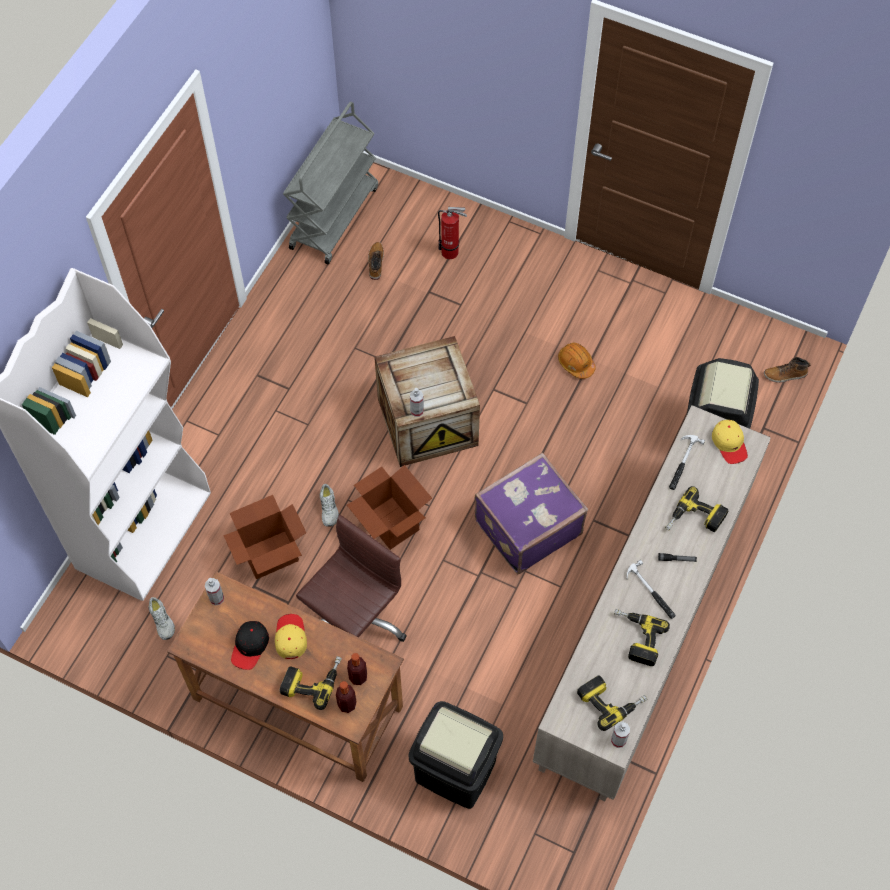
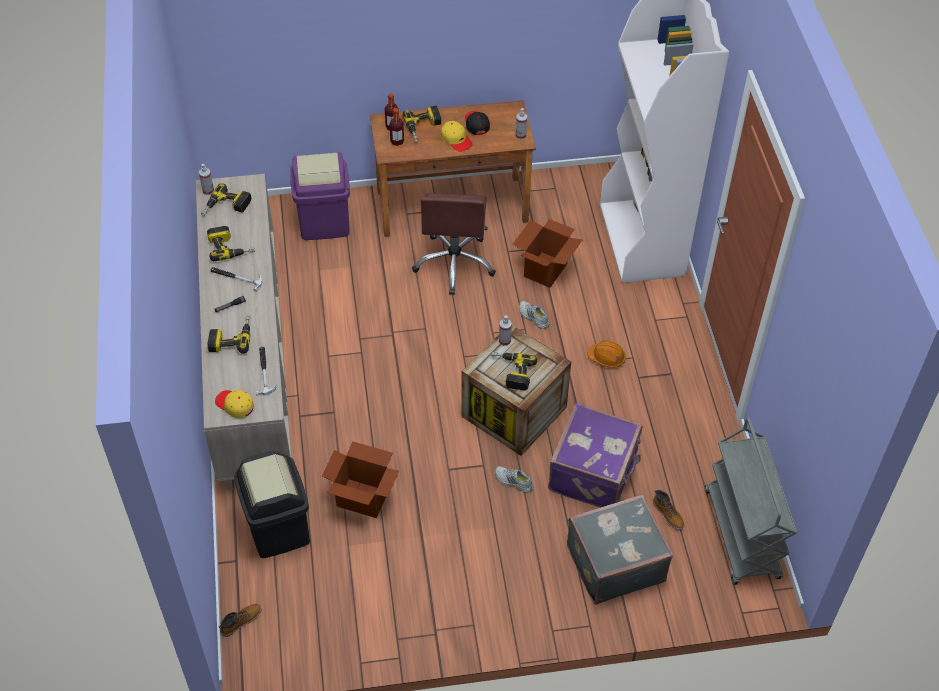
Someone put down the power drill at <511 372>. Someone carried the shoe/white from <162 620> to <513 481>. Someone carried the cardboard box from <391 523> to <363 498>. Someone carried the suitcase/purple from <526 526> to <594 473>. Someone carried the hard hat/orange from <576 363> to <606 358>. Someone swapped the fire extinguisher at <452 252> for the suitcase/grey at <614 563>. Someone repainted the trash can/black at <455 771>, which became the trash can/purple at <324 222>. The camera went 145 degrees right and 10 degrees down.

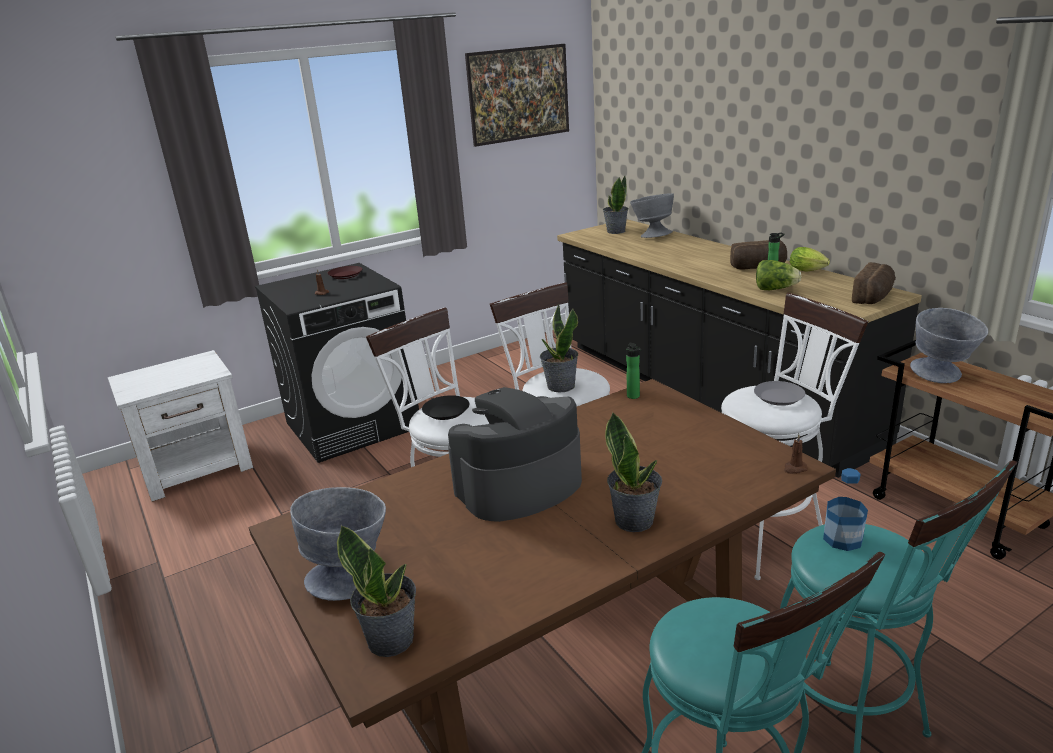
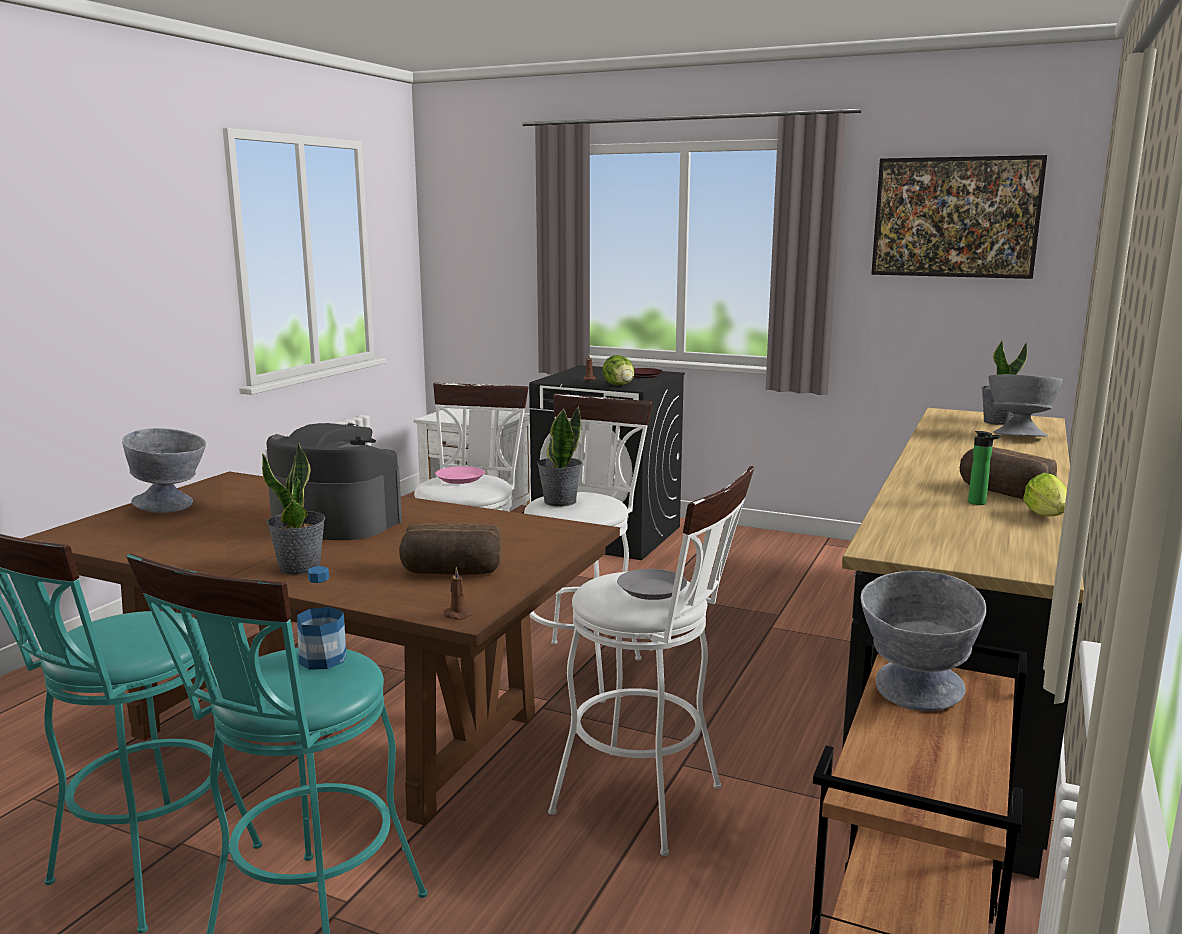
Someone took away the potted plant at <391 639>. Someone took away the bottle at <634 397>. Someone carried the lettuce from <775 289> to <620 386>. Someone carried the bread from <874 297> to <451 572>. Someone repainted the plate/black at <446 411>, which became the plate/pink at <461 479>. The camera went 55 degrees right and 10 degrees down.

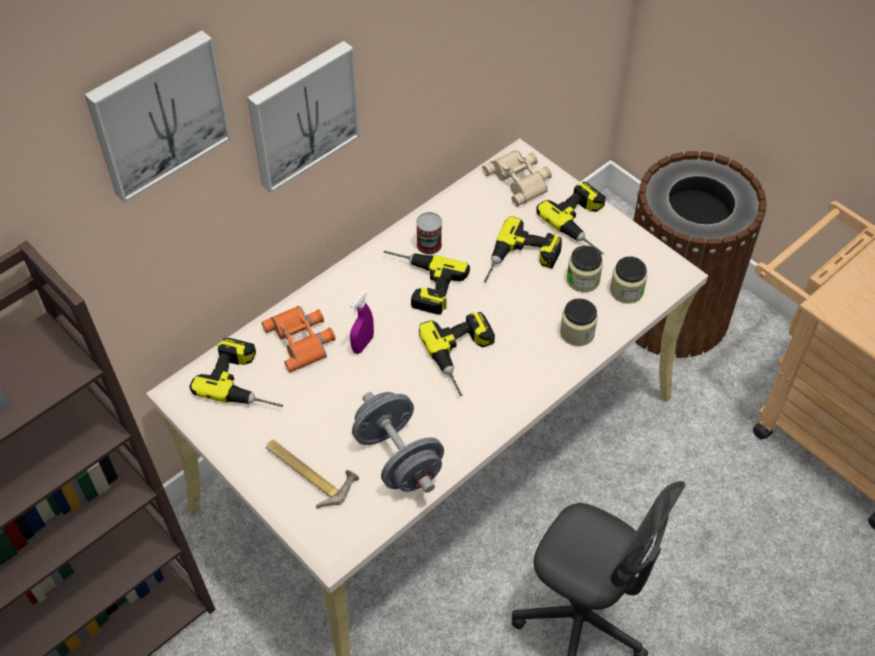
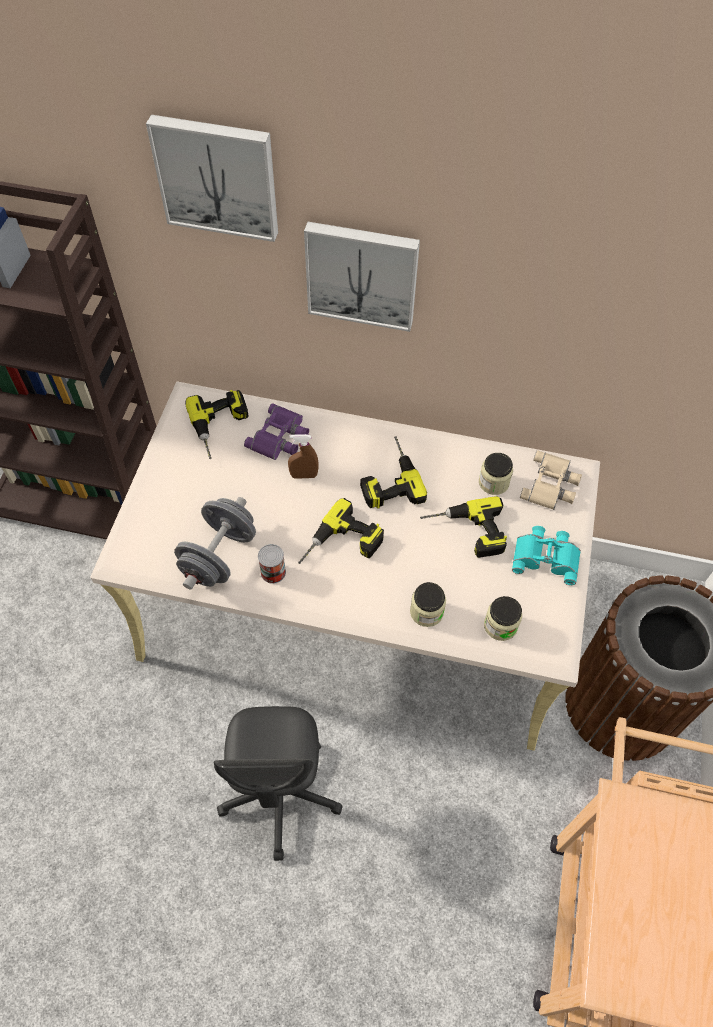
Someone took away the hammer at <309 472>. Someone carried the can from <429 245> to <273 572>. Someone carried the jar from <583 280> to <493 482>. Someone swapped the power drill at <585 224> for the binoculars/turquoise at <546 556>. Someone repainted the binoculars/orange at <302 340>, which became the binoculars/purple at <280 437>. Someone repainted the spray bottle/purple at <363 344>, which became the spray bottle/brown at <304 475>. The camera went 55 degrees right and 5 degrees up.

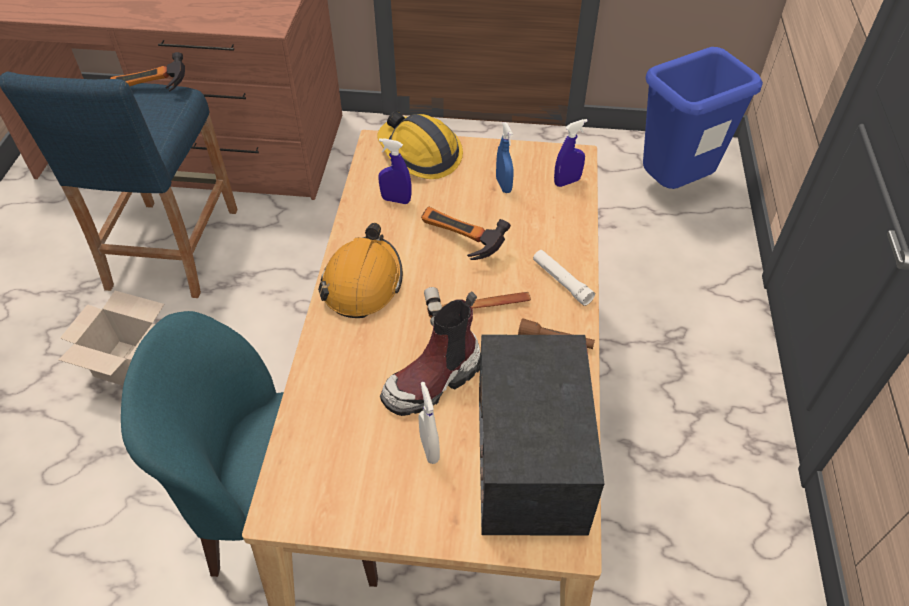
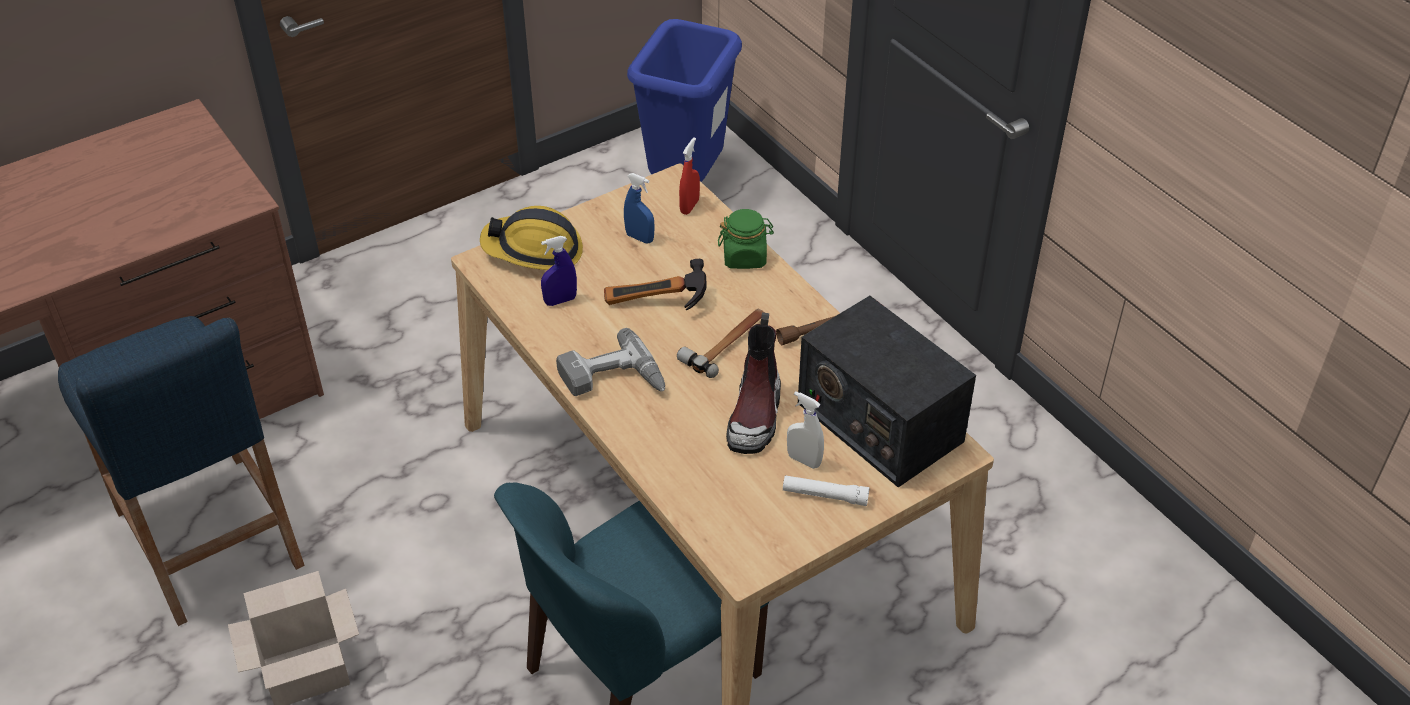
Someone took away the hammer at <150 90>. Someone put down the jar/green at <745 257>. Someone carried the flashlight/white from <561 281> to <824 495>. Someone swapped the hard hat/orange at <362 282> for the power drill at <613 381>. Someone repainted the spray bottle/blue at <567 182>, which became the spray bottle/red at <689 206>. The camera went 40 degrees left and 5 degrees down.

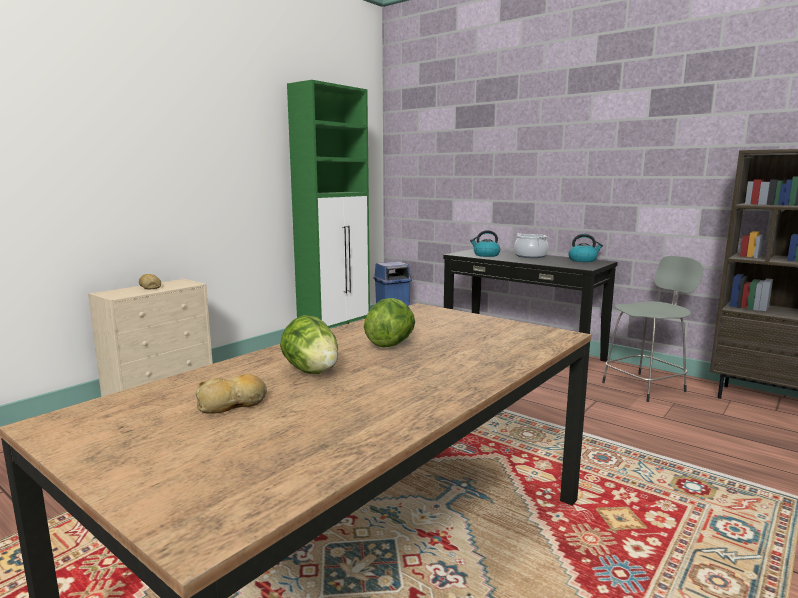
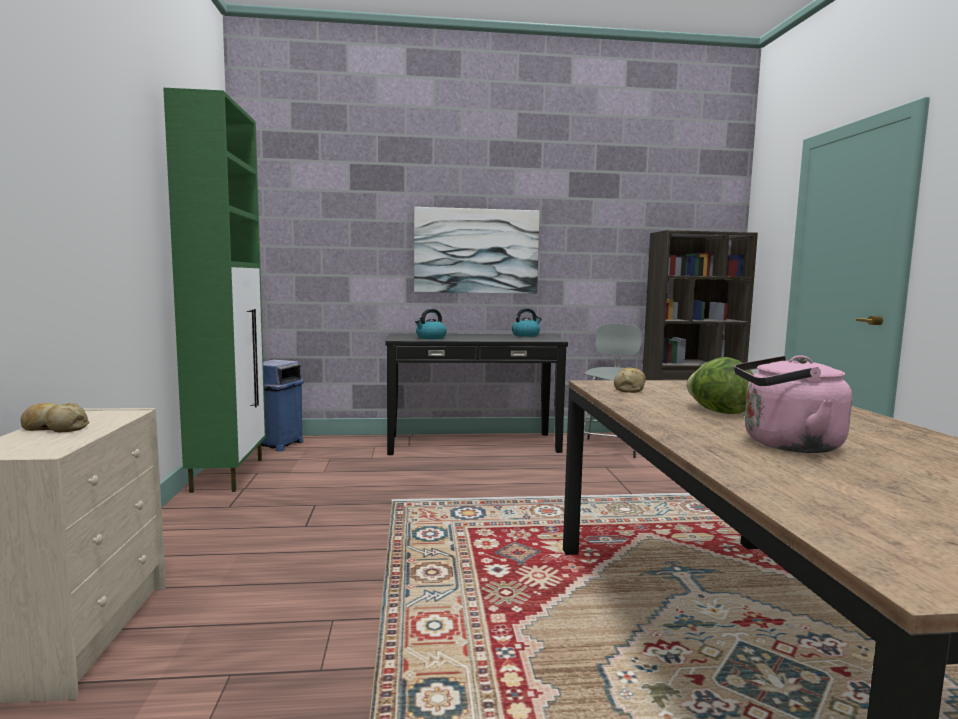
Someone took away the cooking pot at <530 256>. Someone put up the picture at <476 251>. Someone carried the bread from <233 404> to <629 388>. Someone swapped the lettuce at <312 371> for the kettle/pink at <785 445>. The camera went 45 degrees left and 5 degrees down.

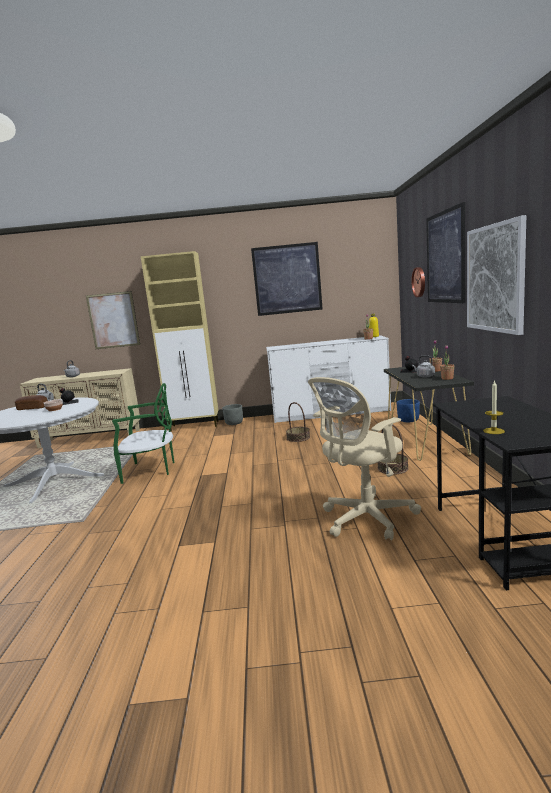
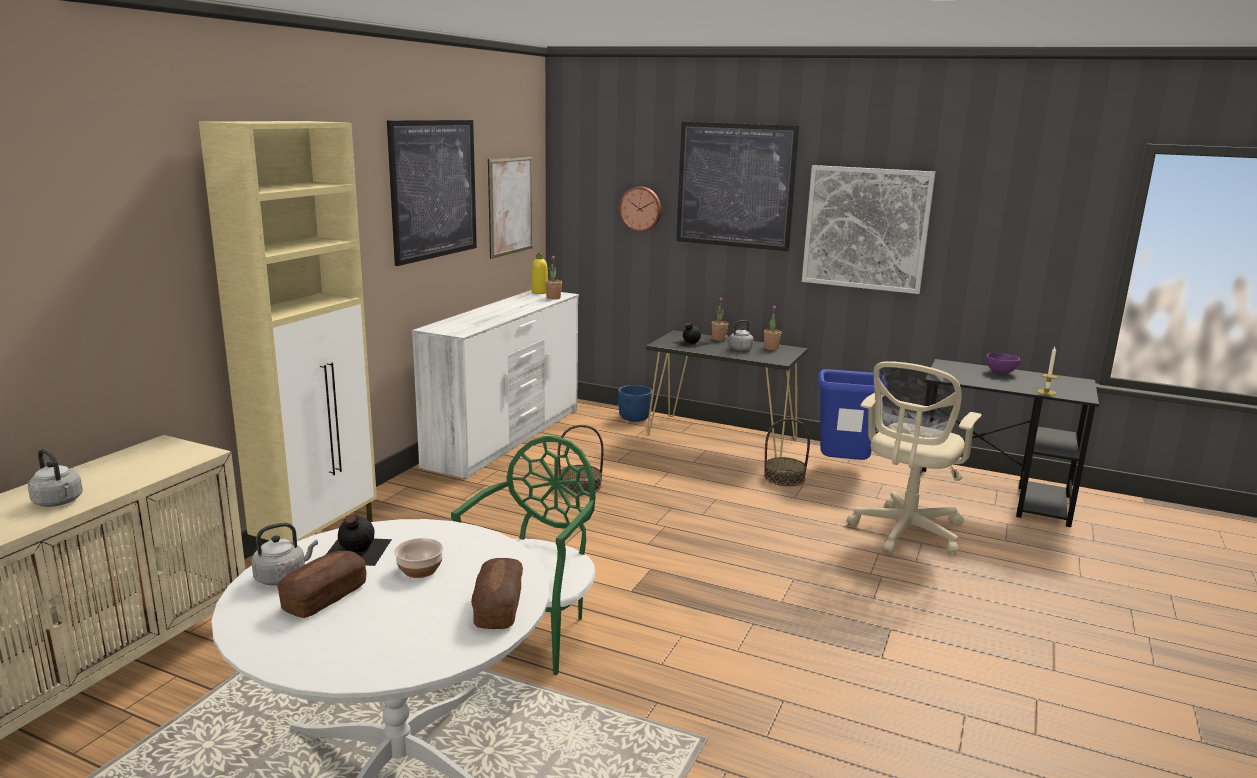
Someone took away the planter/grey at <234 423>. Someone put down the bread at <498 607>. Someone put down the trash can/blue at <843 468>. Someone put down the bowl/purple at <1001 372>. Someone carried the picture from <113 320> to <510 205>. Someone rotated the office chair/beige at <364 519> by 45 degrees clockwise. The camera went 65 degrees left and 5 degrees up.

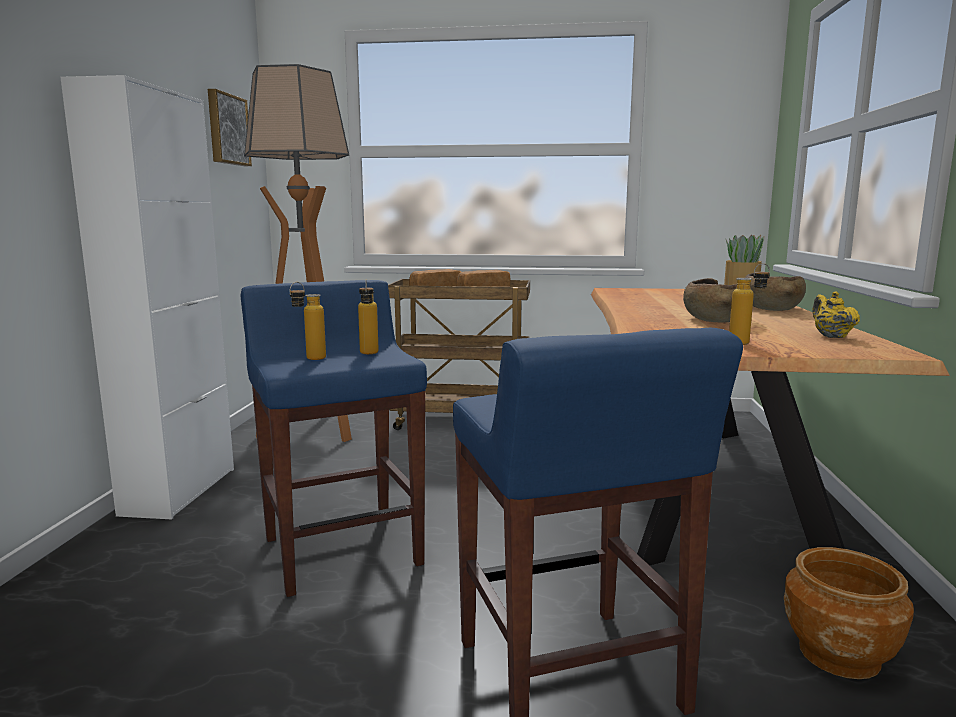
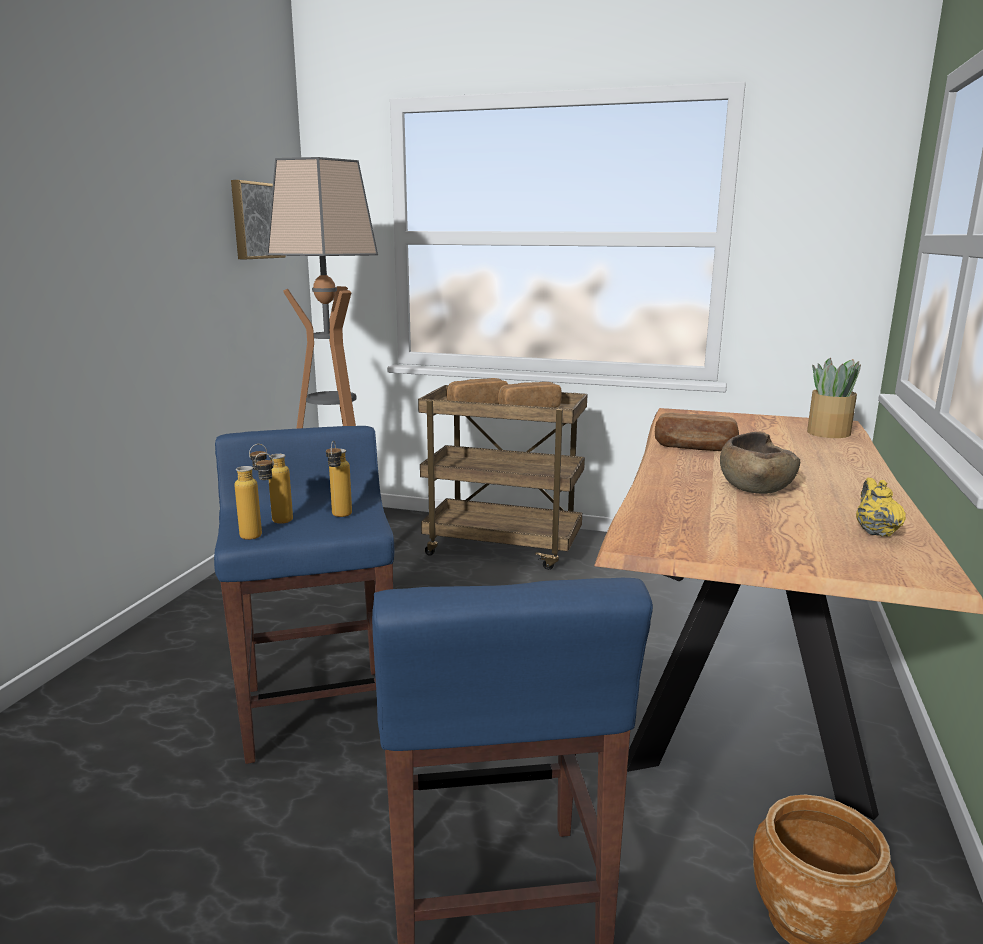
Someone took away the cabinet/white at <179 491>. Someone took away the bowl/brown at <770 308>. Someone put down the bread at <695 447>. Someone carried the bottle from <746 343> to <260 536>. The camera went 10 degrees right and 5 degrees up.

